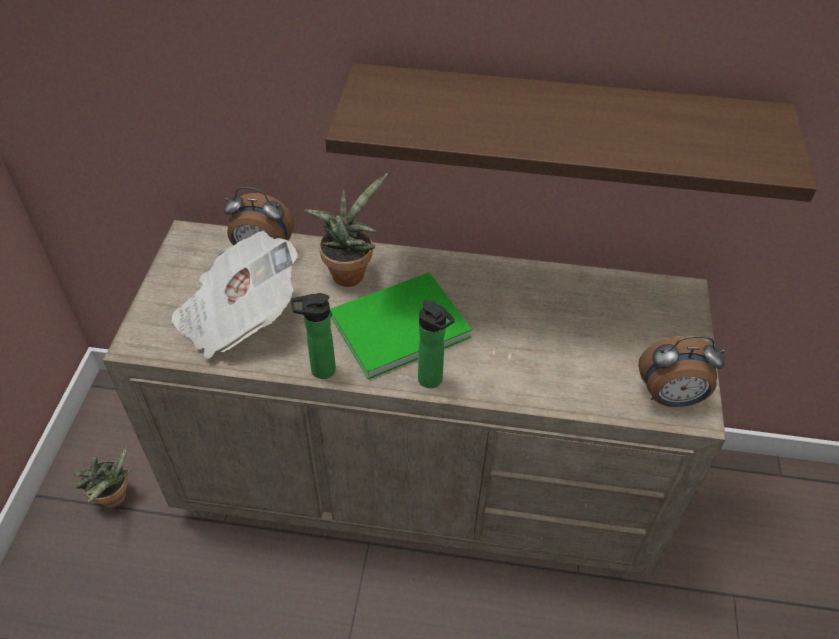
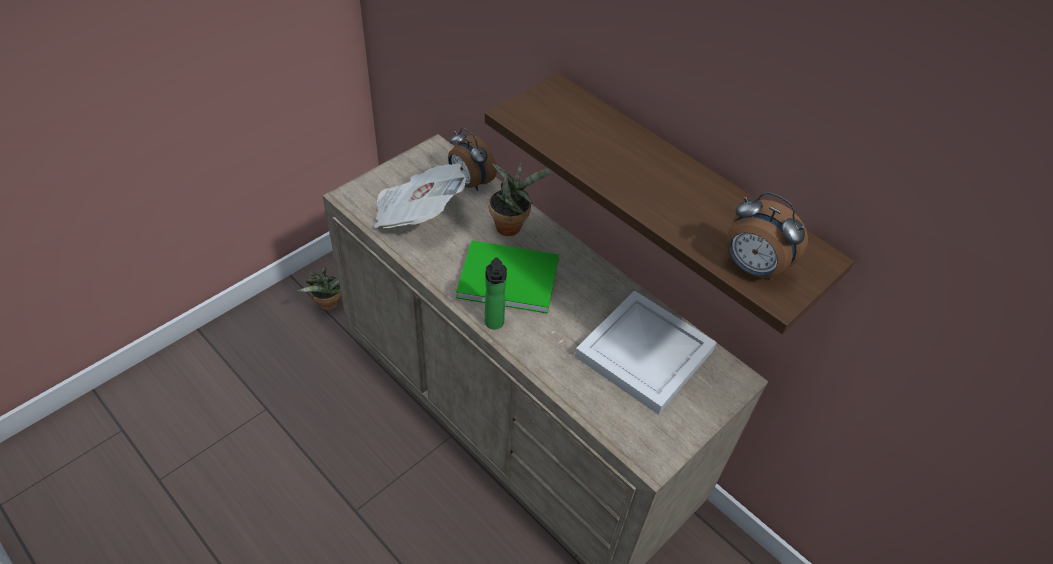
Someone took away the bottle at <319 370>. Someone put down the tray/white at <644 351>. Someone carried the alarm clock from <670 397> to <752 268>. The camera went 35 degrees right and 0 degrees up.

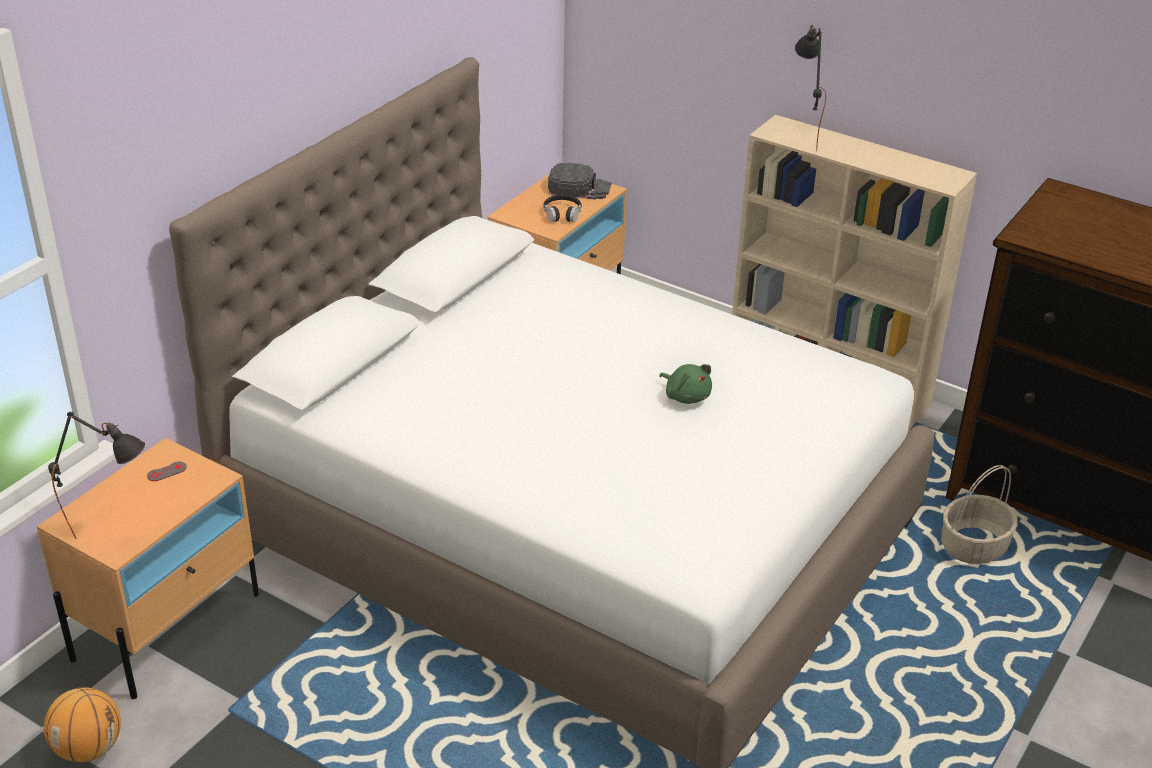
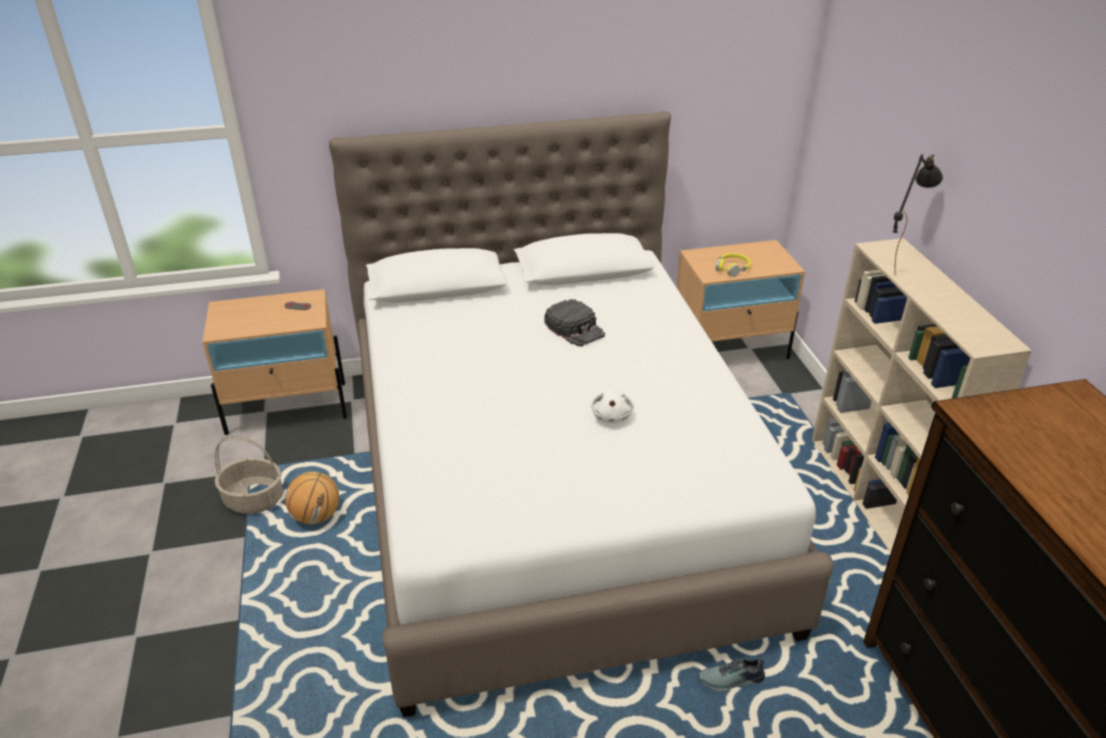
Someone took away the table lamp/black at <112 532>. Someone put down the shoe at <732 680>. Someone carried the basketball from <89 748> to <316 516>. Someone carried the cap/black from <579 188> to <575 328>. Someone carried the basket from <973 546> to <255 499>. Someone repainted the headphones/black at <562 214>, which became the headphones/yellow at <732 268>. Someone repainted the plush toy/green at <686 396>, which became the plush toy/white at <612 415>. The camera went 45 degrees right and 0 degrees up.

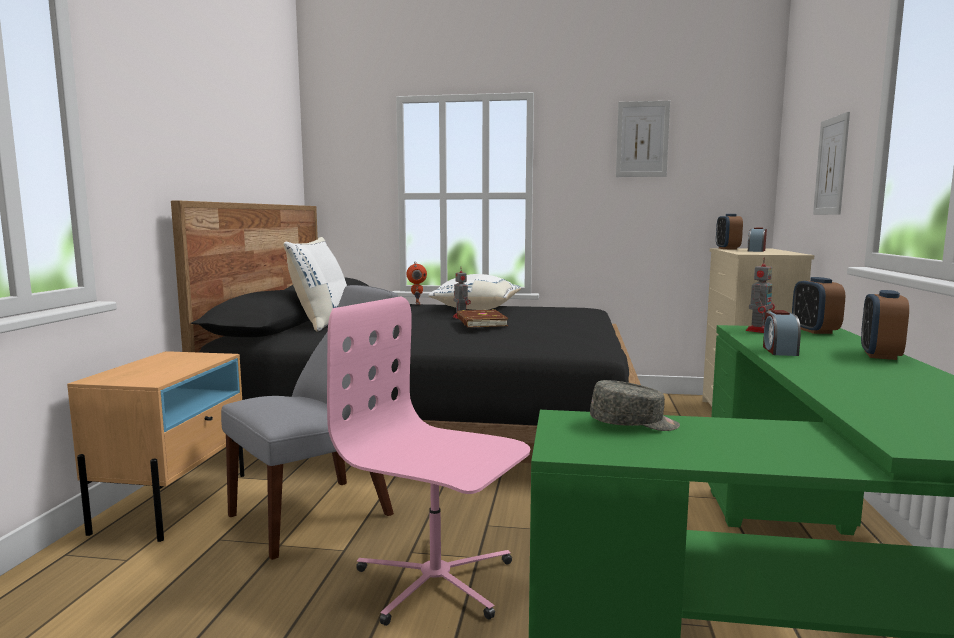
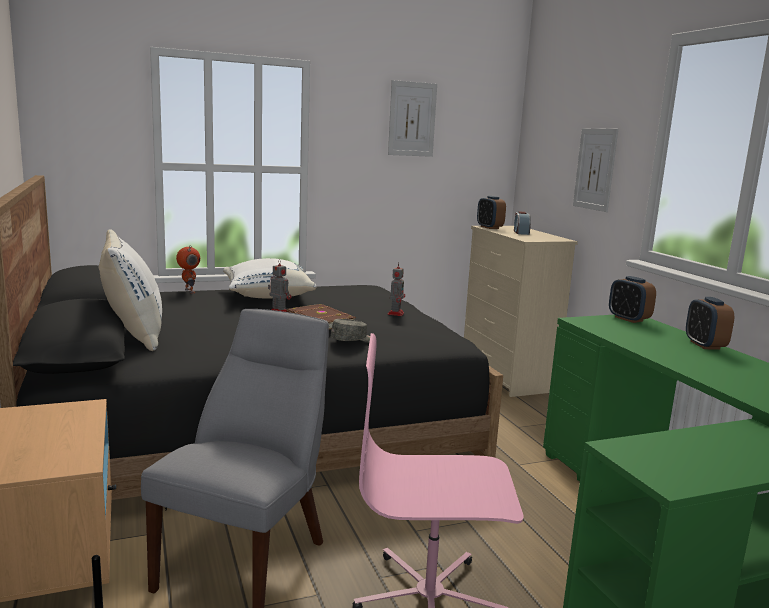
Someone took away the alarm clock at <779 351>. Someone carried the cap/grey from <634 424> to <352 340>. Someone carried the toy robot from <759 330> to <396 313>. The camera went 30 degrees left and 5 degrees up.

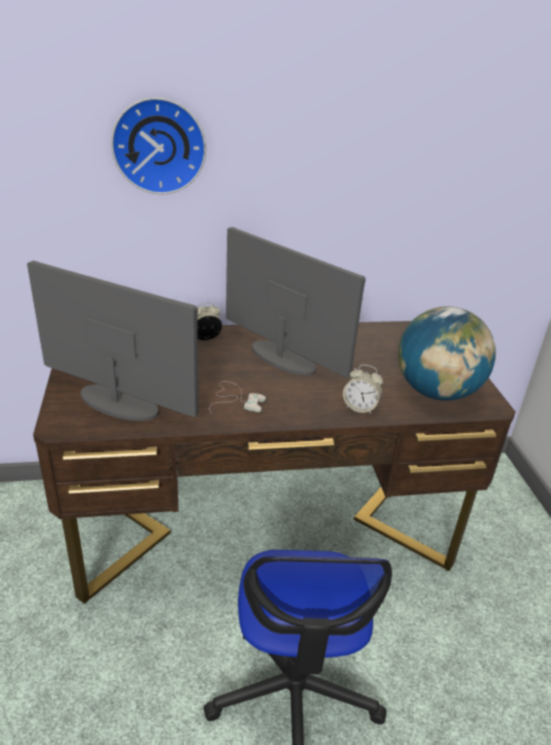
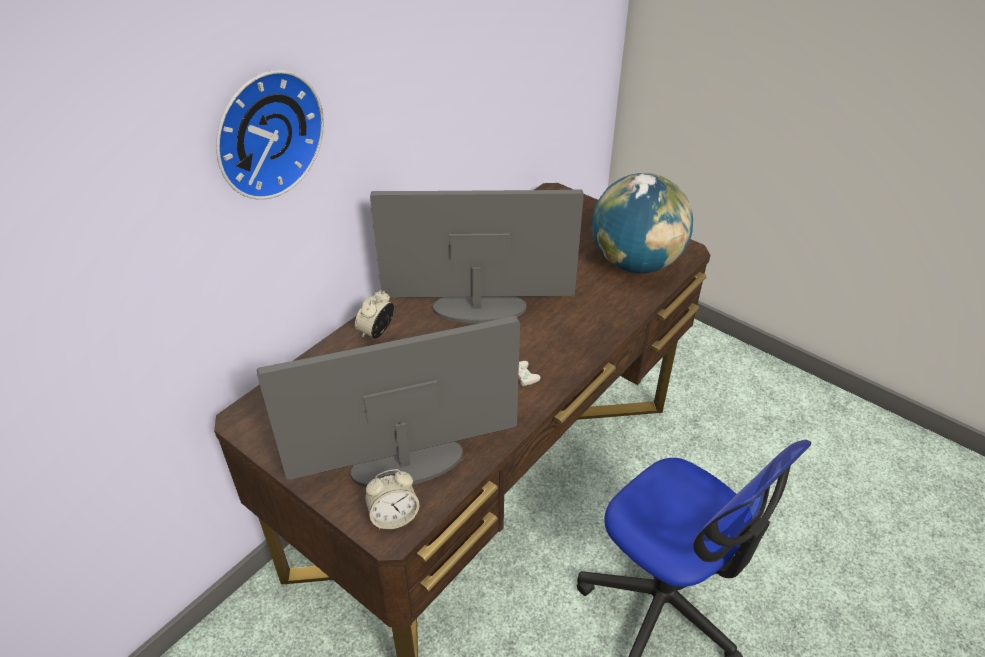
Someone carried the alarm clock from <360 407> to <393 516>. The camera went 40 degrees left and 10 degrees up.

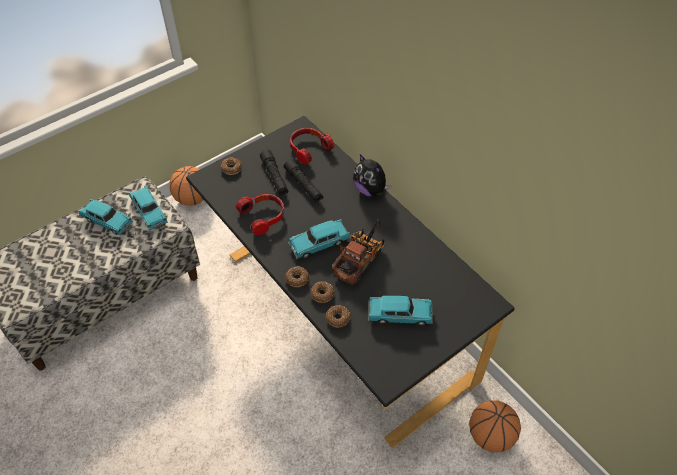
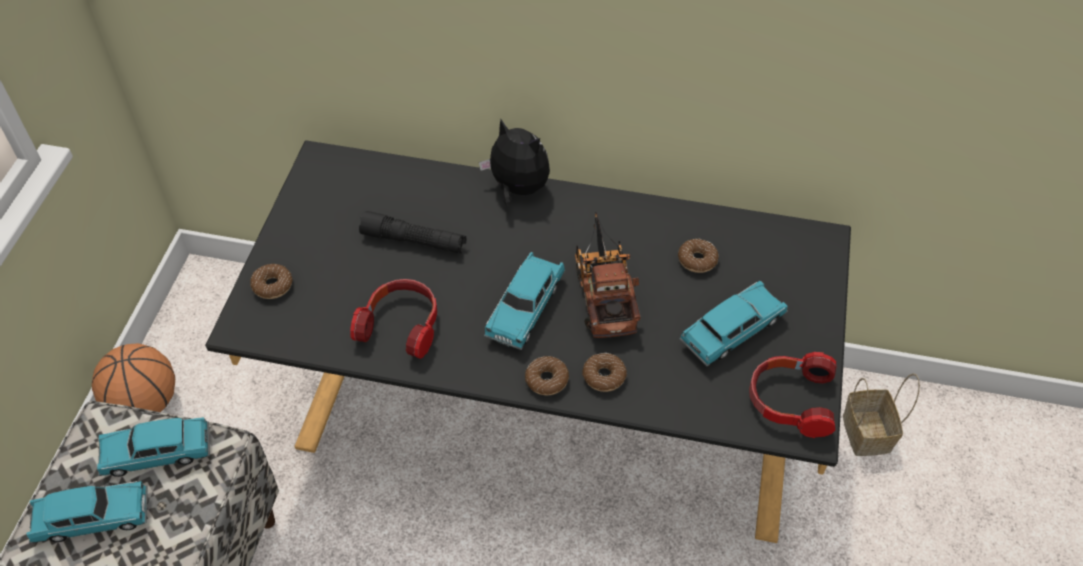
Someone took away the flashlight/black at <274 177>. Someone carried the headphones from <308 149> to <789 400>. Someone carried the donut from <338 318> to <697 260>. Someone swapped the basketball at <490 435> for the basket at <868 434>. Someone rotated the toy car/turquoise at <149 212> by 150 degrees clockwise. Someone rotated the plush toy at <370 190> by 150 degrees counterclockwise. The camera went 40 degrees left and 0 degrees up.

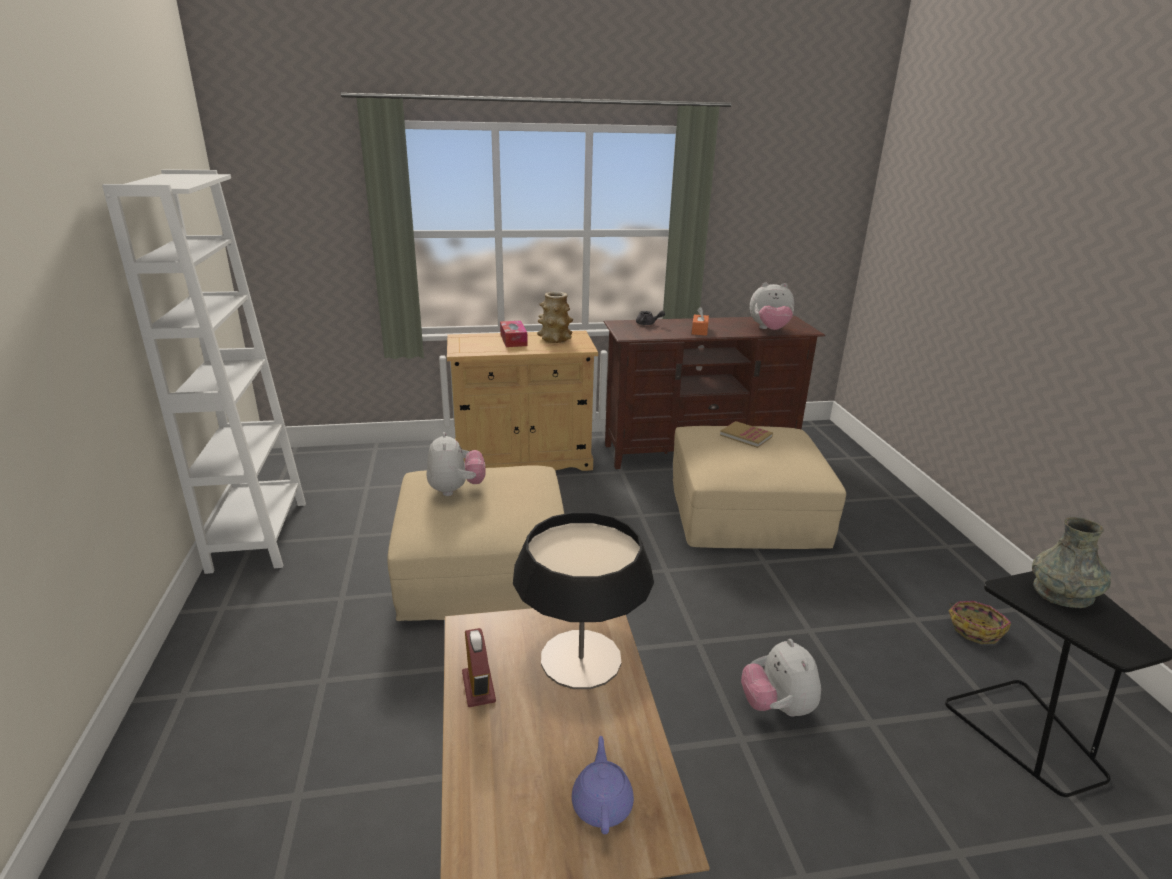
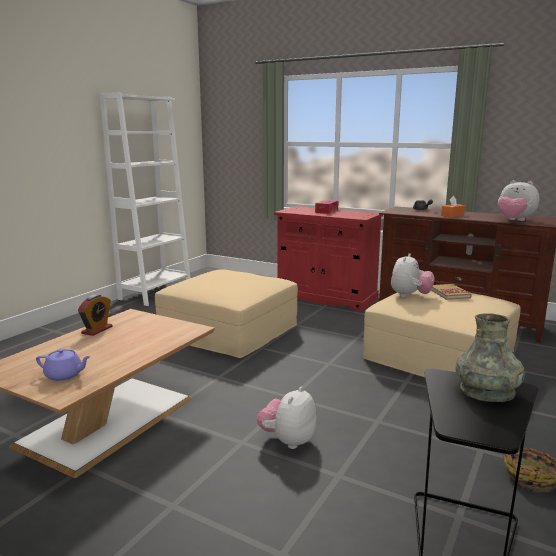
Someone took away the table lamp at <581 659>. Someone took away the vase at <554 339>. Someone carried the plush toy from <456 490> to <410 296>. Someone repainted the cabinet/beige at <522 459>, which became the cabinet/red at <326 297>. Someone rotated the teapot/purple at <602 804> by 60 degrees clockwise. The camera went 40 degrees right and 10 degrees down.

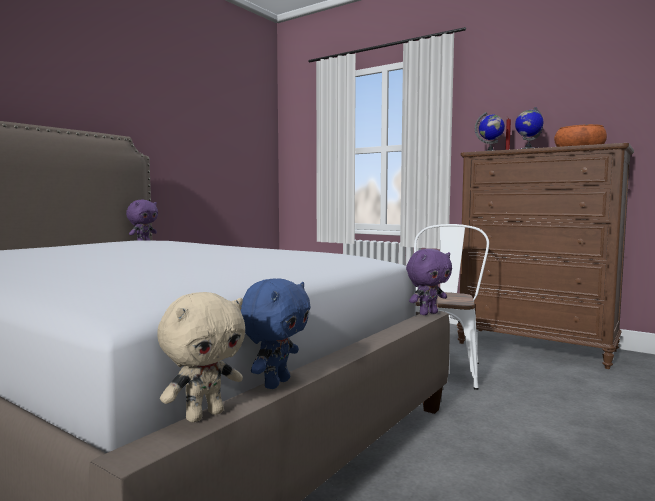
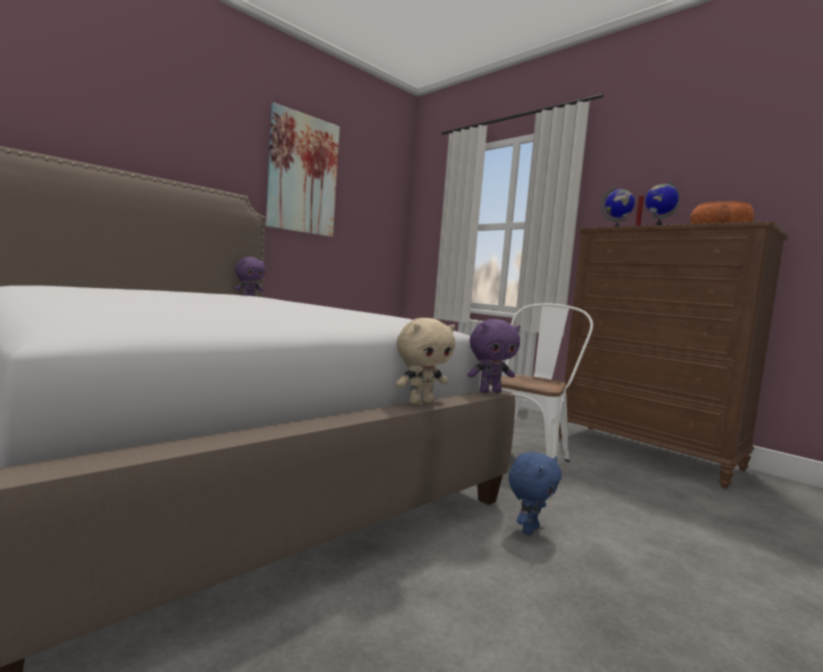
Someone put up the picture at <303 174>. Someone carried the plush toy/beige from <204 415> to <421 402>. Someone carried the plush toy/blue from <275 383> to <529 530>. The camera went 10 degrees right and 0 degrees up.

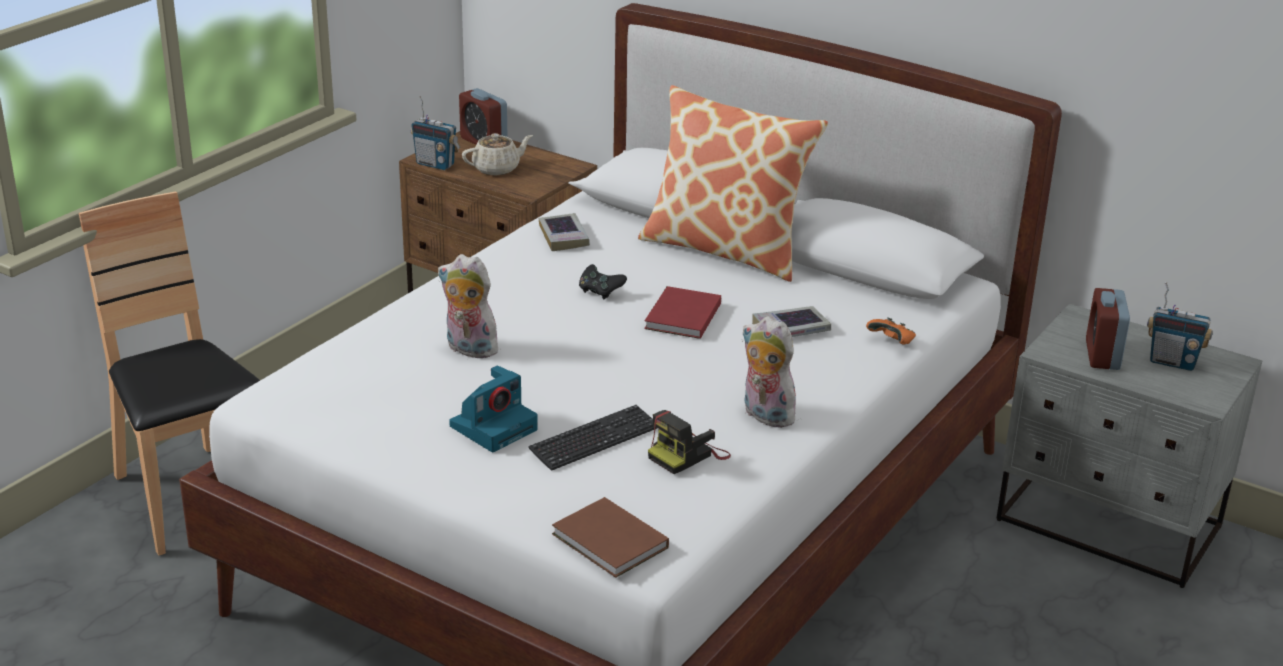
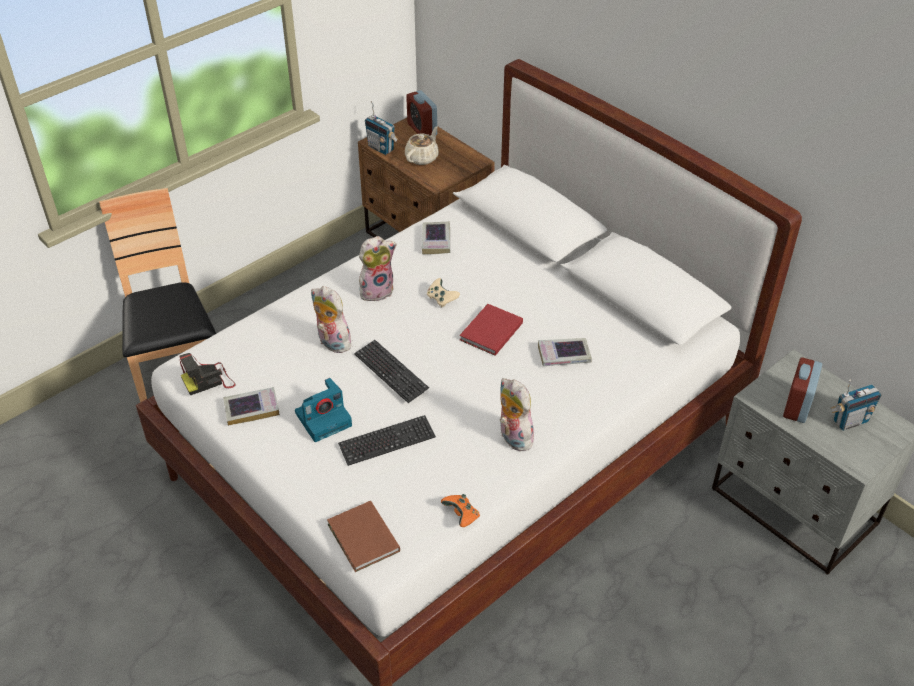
Someone took away the pillow at <726 250>. Someone put down the book at <252 409>. Someone put down the keyboard at <391 372>. Someone put down the plush toy at <377 290>. Someone carried the photo camera from <688 455> to <209 380>. Someone carried the game controller/orange from <892 342> to <461 516>. Someone repainted the game controller/black at <600 291>, which became the game controller/beige at <441 299>. Someone rotated the teapot/beige at <497 169> by 45 degrees counterclockwise. Someone rotated the radio at <1172 362> by 60 degrees counterclockwise. The camera went 15 degrees right and 15 degrees up.

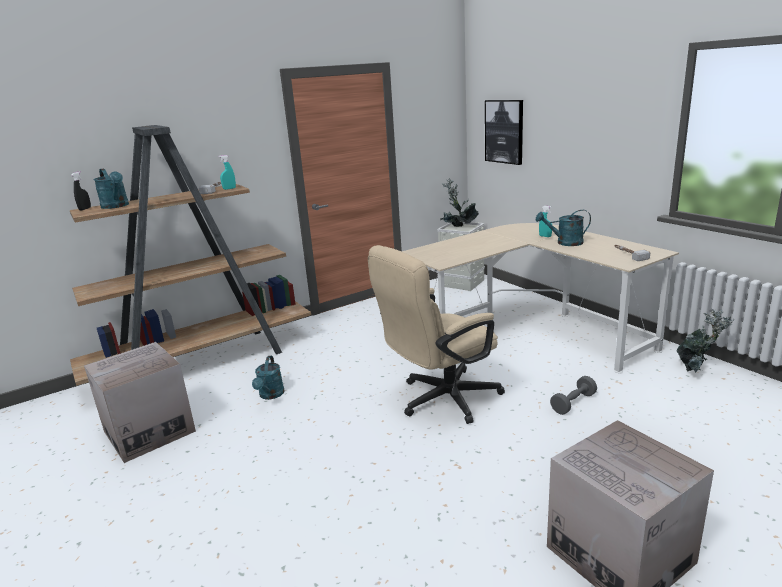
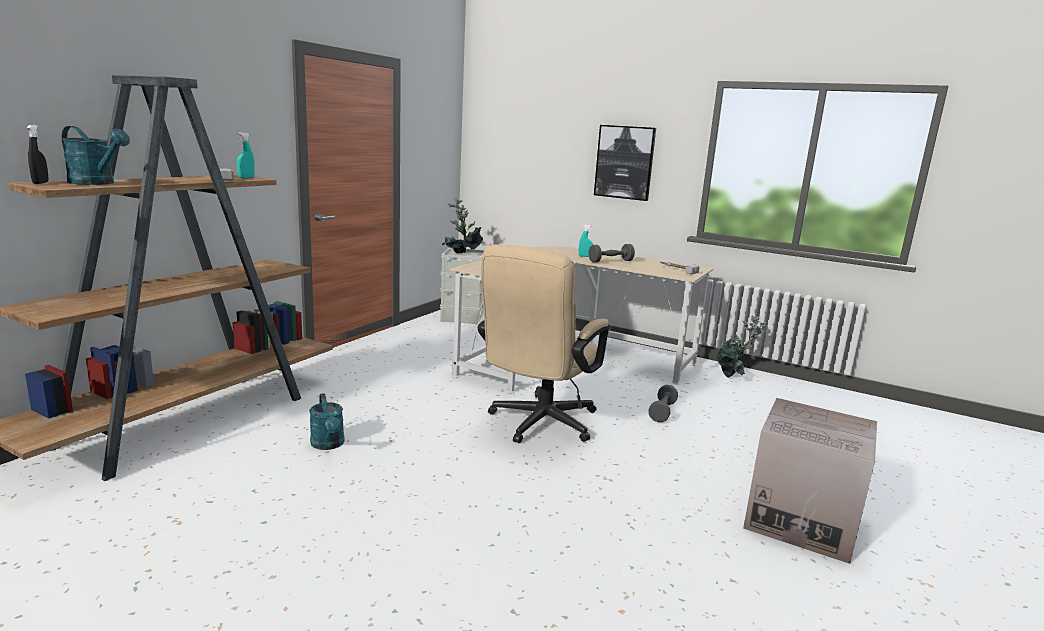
Someone took away the cardboard box at <149 431>. Someone carried the picture from <504 131> to <624 162>. Someone swapped the watering can/turquoise at <565 243> for the dumbbell/grey at <610 261>. The camera went 30 degrees left and 5 degrees down.

